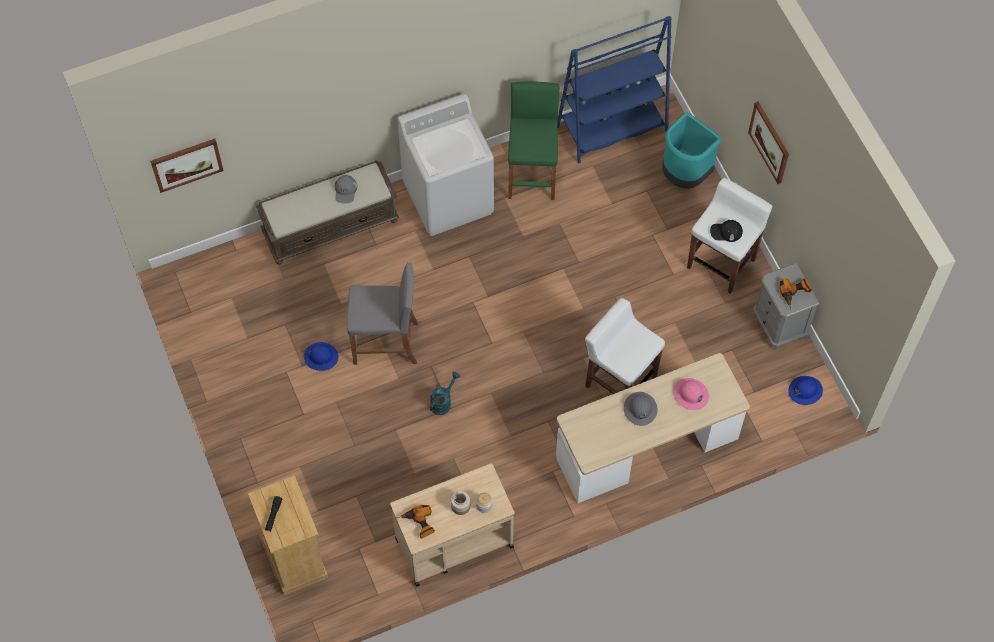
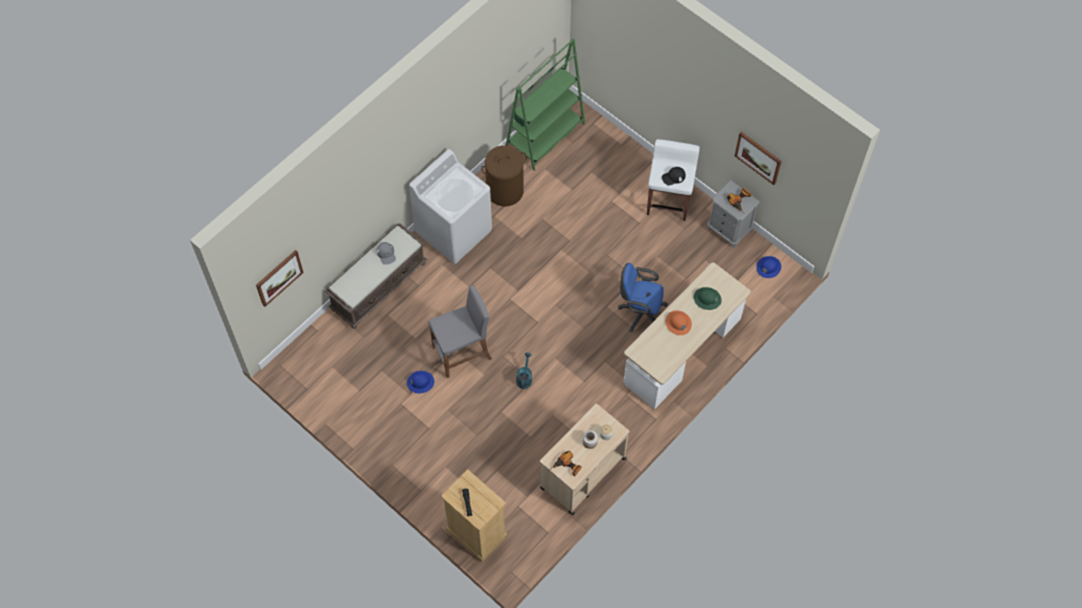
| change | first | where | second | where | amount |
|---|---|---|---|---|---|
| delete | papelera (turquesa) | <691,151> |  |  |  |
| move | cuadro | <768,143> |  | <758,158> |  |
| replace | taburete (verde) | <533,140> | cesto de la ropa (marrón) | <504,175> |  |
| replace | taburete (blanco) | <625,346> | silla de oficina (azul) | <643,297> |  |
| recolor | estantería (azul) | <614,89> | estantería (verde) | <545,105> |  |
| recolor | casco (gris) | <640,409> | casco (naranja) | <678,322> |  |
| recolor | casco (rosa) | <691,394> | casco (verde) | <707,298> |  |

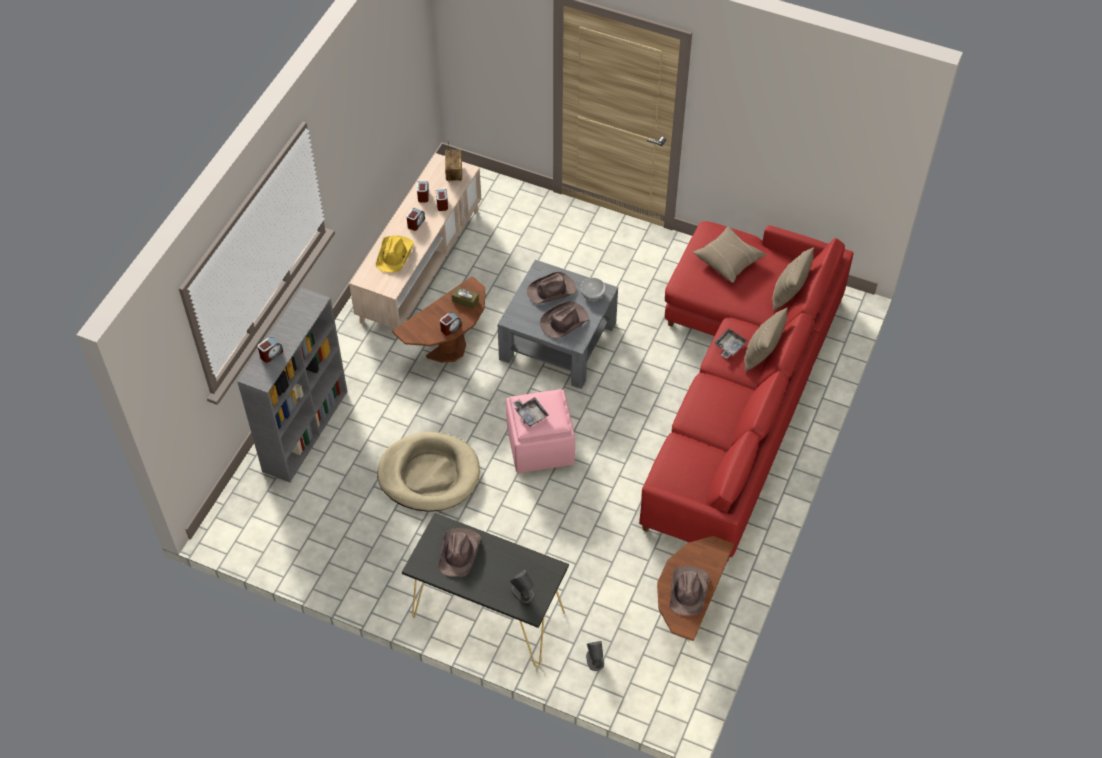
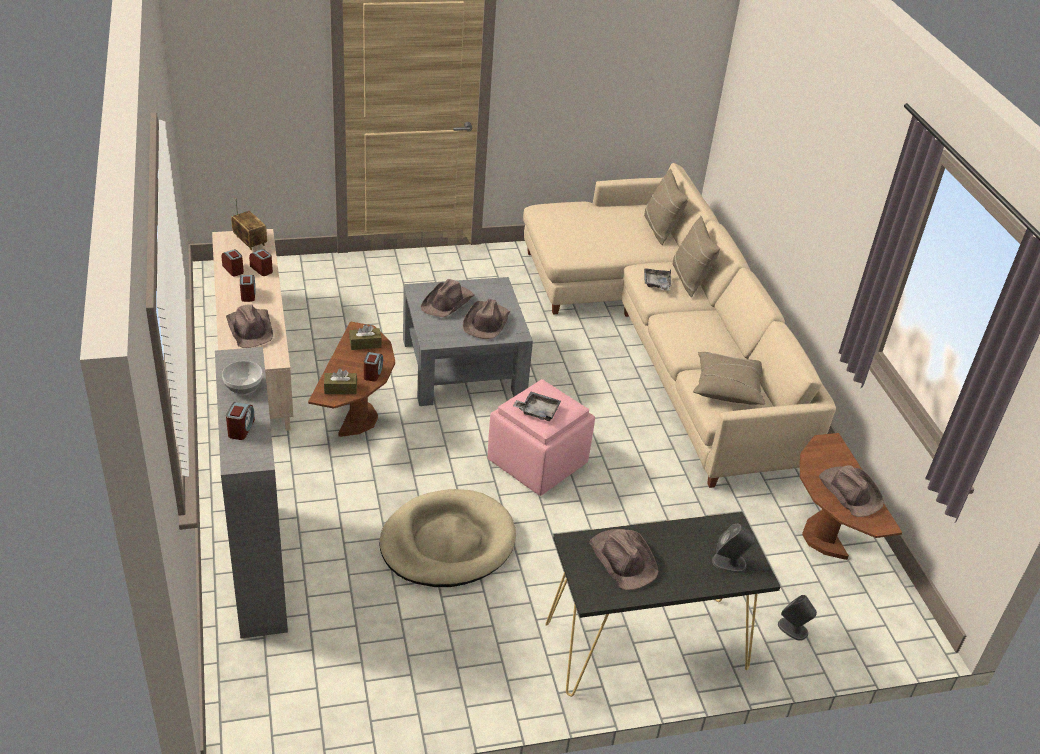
| change | first | where | second | where | amount |
|---|---|---|---|---|---|
| insert |  |  | caja de pañuelos (marrón) | <340,381> |  |
| move | cuenco | <592,289> |  | <242,377> |  |
| move | cojín (beis) | <729,254> |  | <729,378> |  |
| recolor | sombrero (amarillo) | <395,254> | sombrero (marrón) | <249,326> |  |
| recolor | sofá (rojo) | <746,391> | sofá (beis) | <679,325> |  |

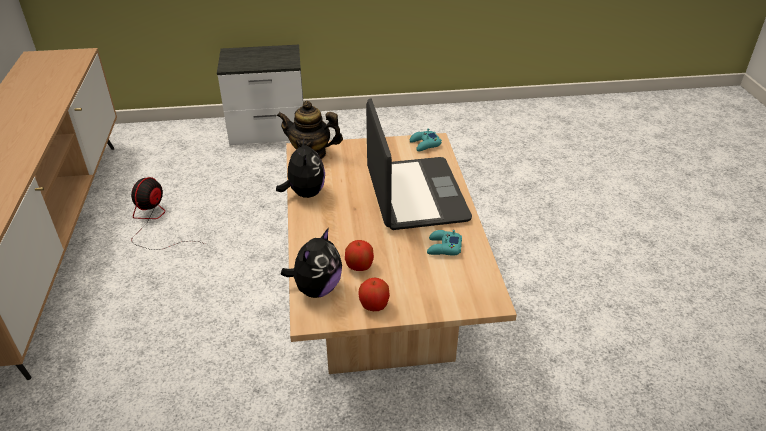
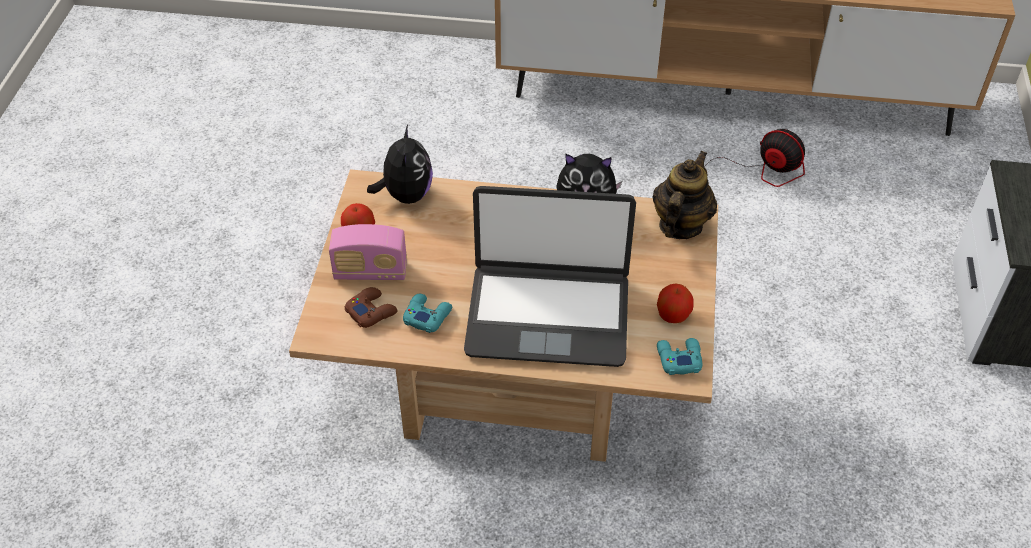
| change | first | where | second | where | amount |
|---|---|---|---|---|---|
| insert |  |  | radio | <368,252> |  |
| insert |  |  | mando de consola (marrón) | <371,307> |  |
| move | manzana | <359,255> |  | <675,303> |  |
| rotate | peluche | <311,262> |  | <400,164> | 135 degrees counterclockwise |

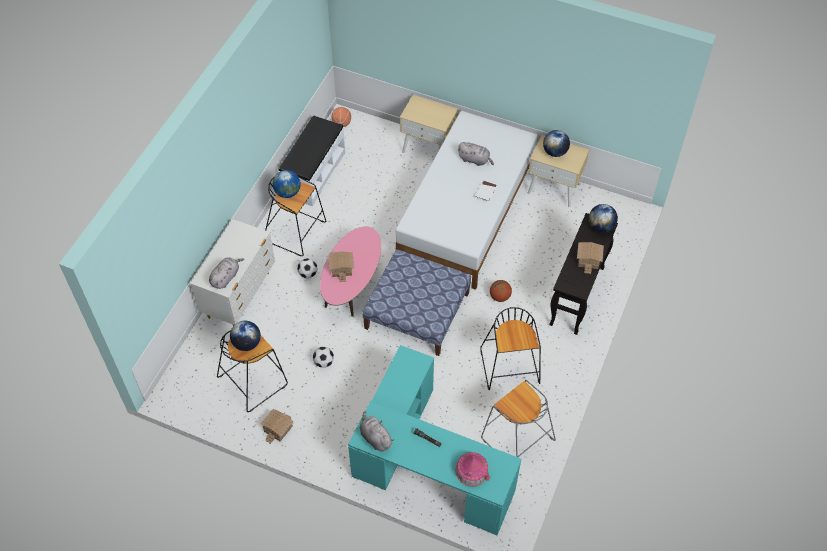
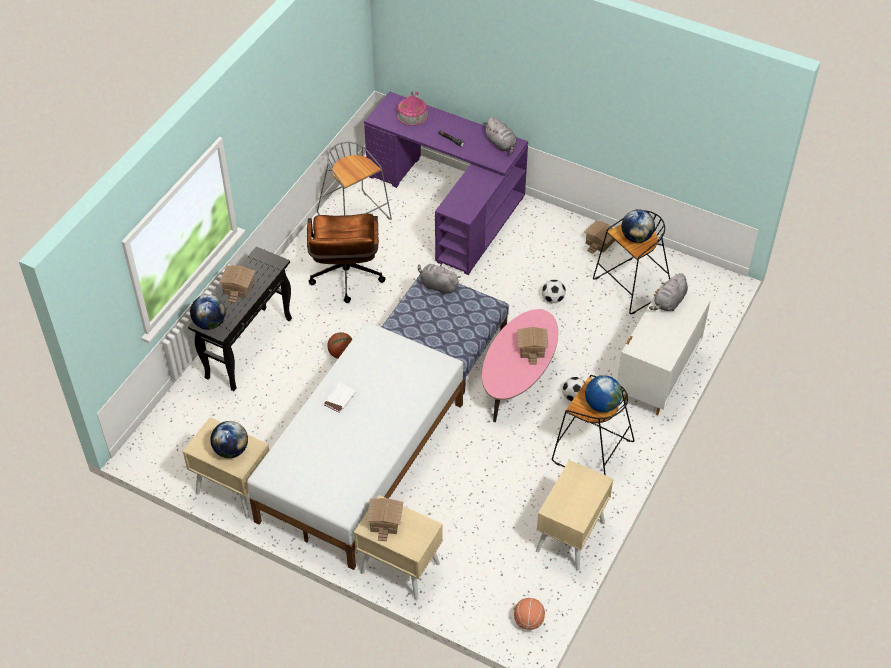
| change | first | where | second | where | amount |
|---|---|---|---|---|---|
| insert |  |  | casita | <385,519> |  |
| move | peluche (gris) | <475,154> |  | <439,279> |  |
| replace | banco (blanco) | <311,161> | mesita de noche (beis) | <575,515> |  |
| replace | taburete (negro) | <510,348> | silla de oficina (marrón) | <346,258> |  |
| recolor | escritorio (turquesa) | <434,440> | escritorio (morado) | <446,183> |  |

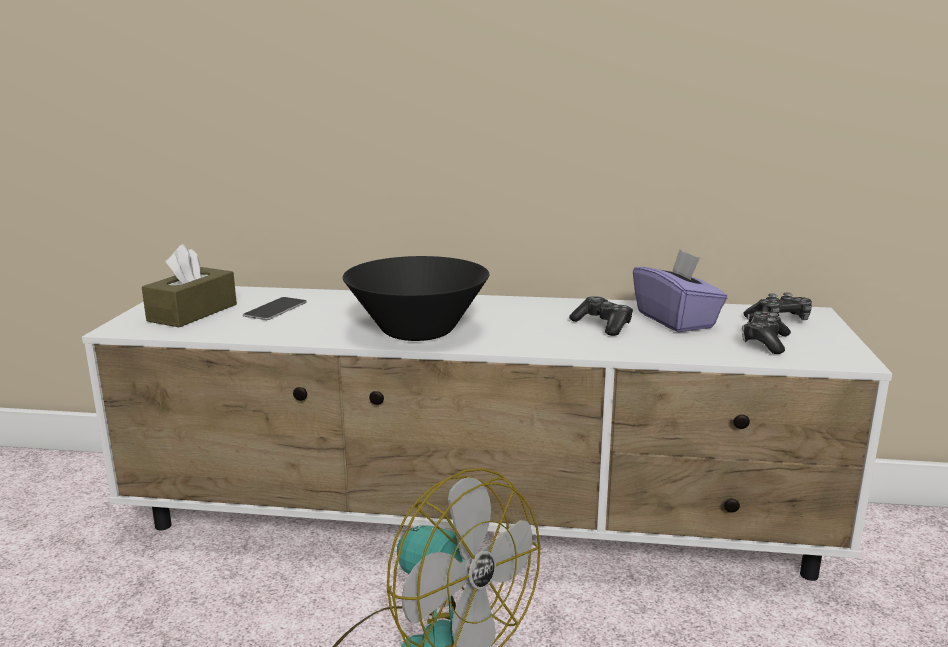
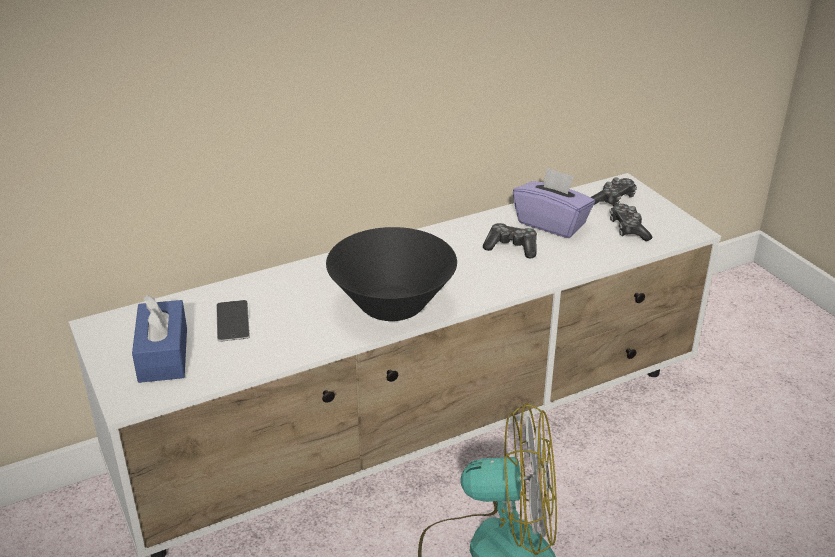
| change | first | where | second | where | amount |
|---|---|---|---|---|---|
| recolor | caja de pañuelos (marrón) | <189,285> | caja de pañuelos (azul) | <159,339> |  |

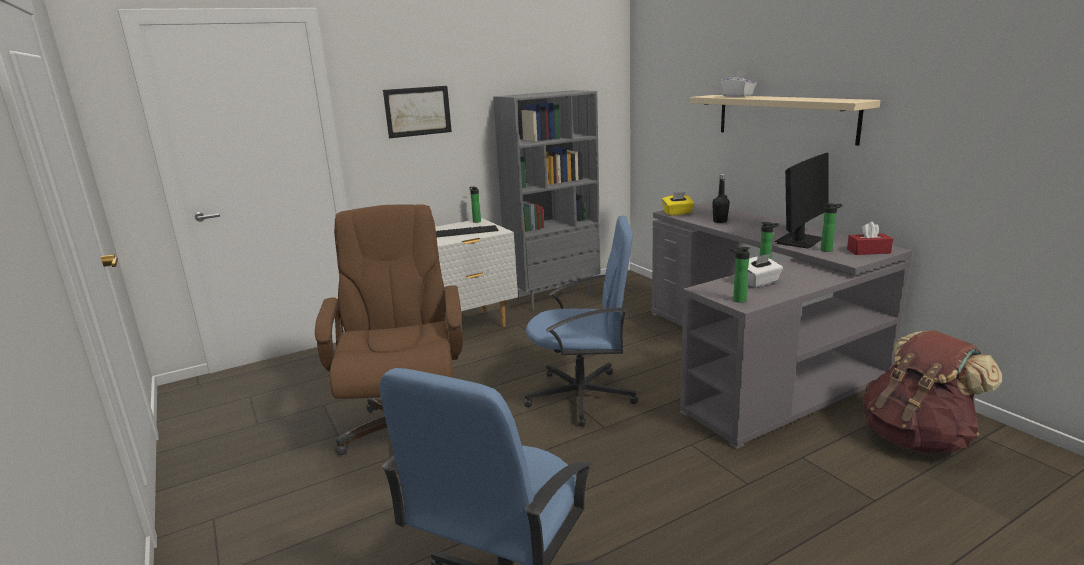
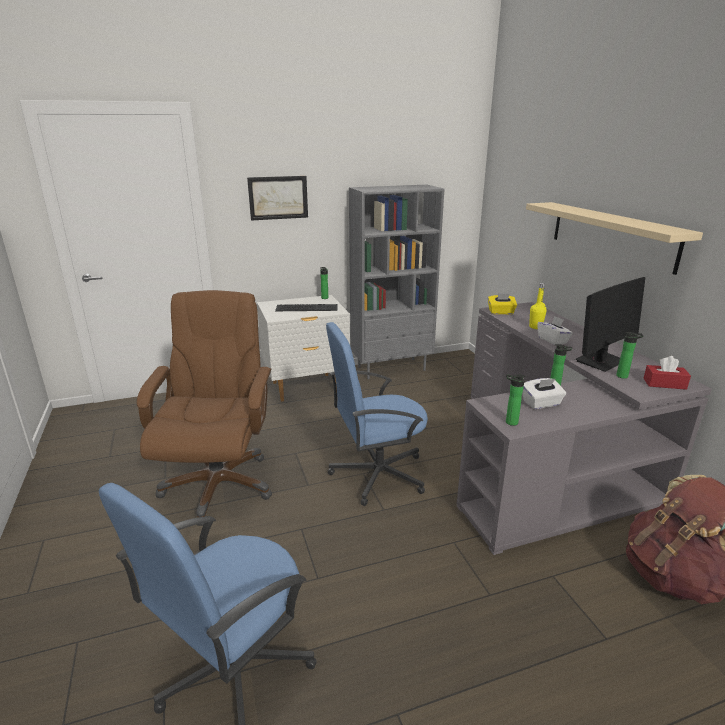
| change | first | where | second | where | amount |
|---|---|---|---|---|---|
| move | caja de pañuelos (blanco) | <738,84> |  | <555,330> |  |
| recolor | botella (negro) | <721,198> | botella (amarillo) | <538,306> |  |
| rotate | silla de oficina (azul) | <581,321> |  | <377,414> | 150 degrees clockwise |

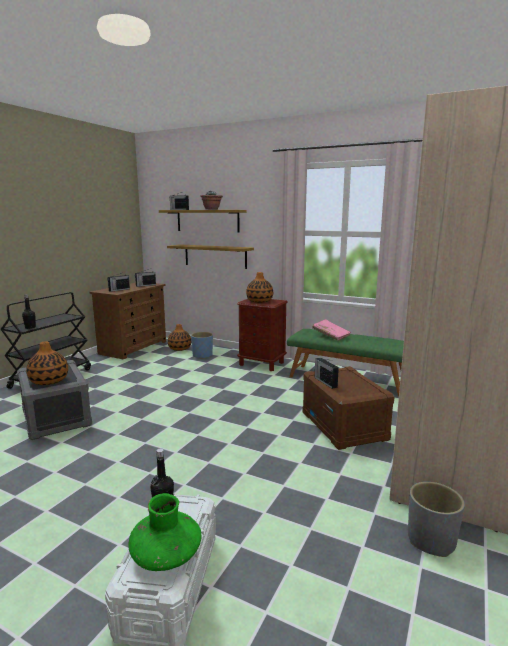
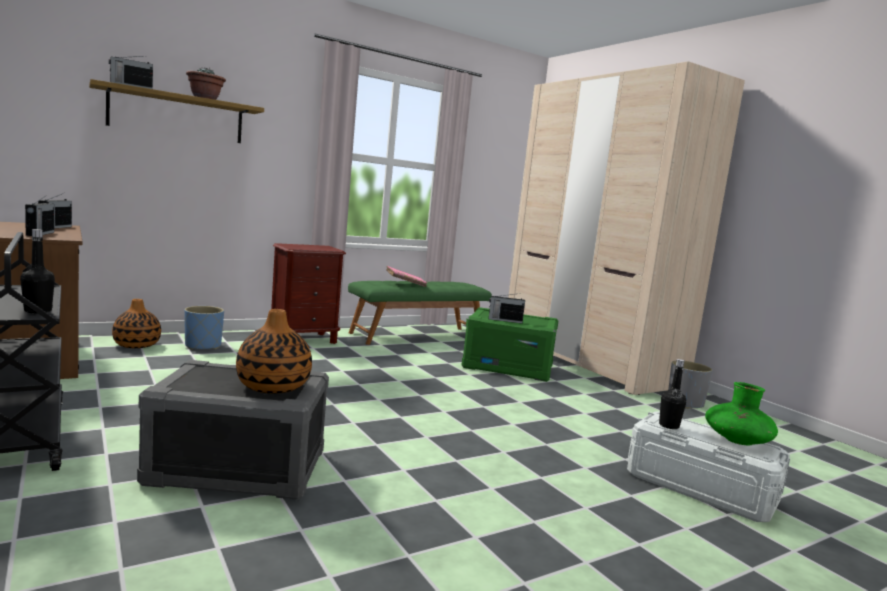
| change | first | where | second | where | amount |
|---|---|---|---|---|---|
| delete | estante | <210,256> |  |  |  |
| delete | florero | <259,287> |  |  |  |
| recolor | caja de almacenaje (marrón) | <348,408> | caja de almacenaje (verde) | <509,344> |  |

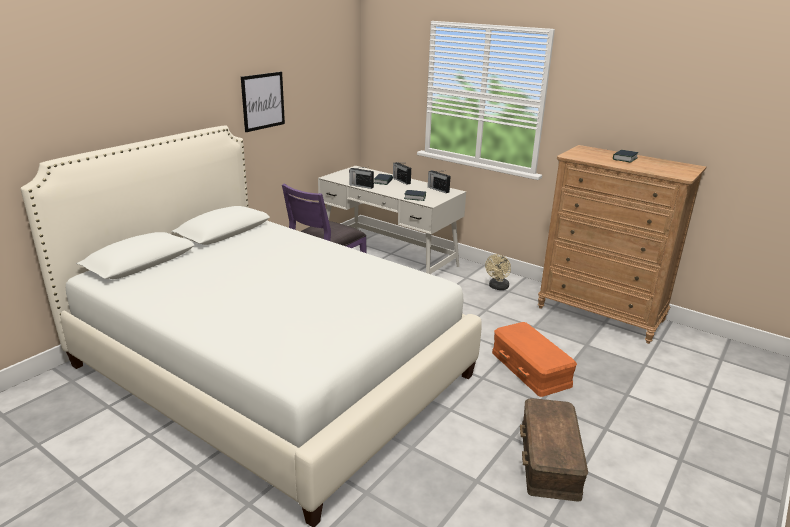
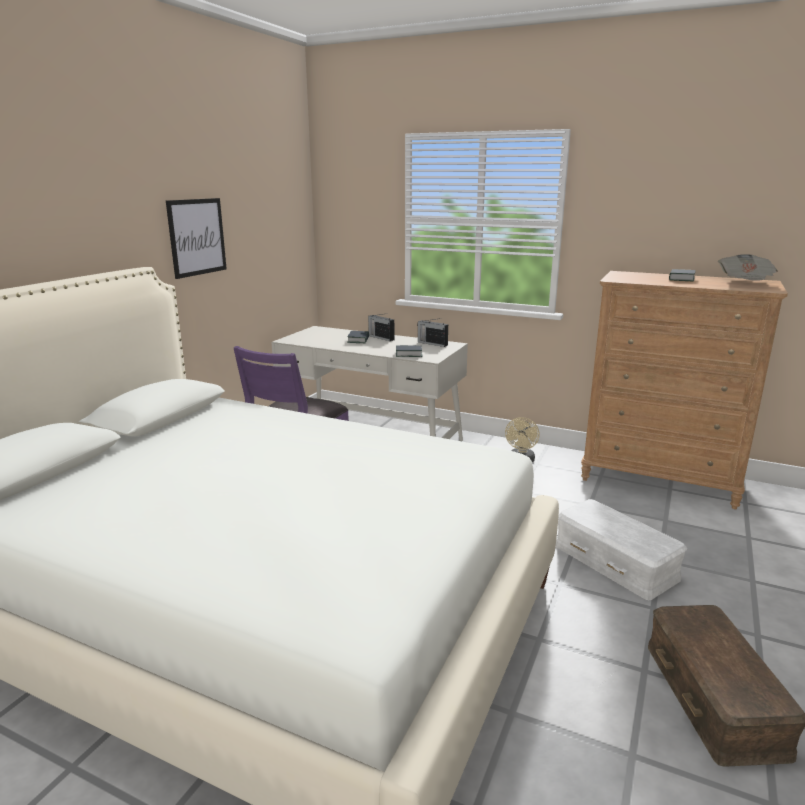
| change | first | where | second | where | amount |
|---|---|---|---|---|---|
| delete | radio | <361,178> |  |  |  |
| insert |  |  | periódico | <748,267> |  |
| recolor | caja de almacenaje (naranja) | <534,359> | caja de almacenaje (blanco) | <621,549> |  |

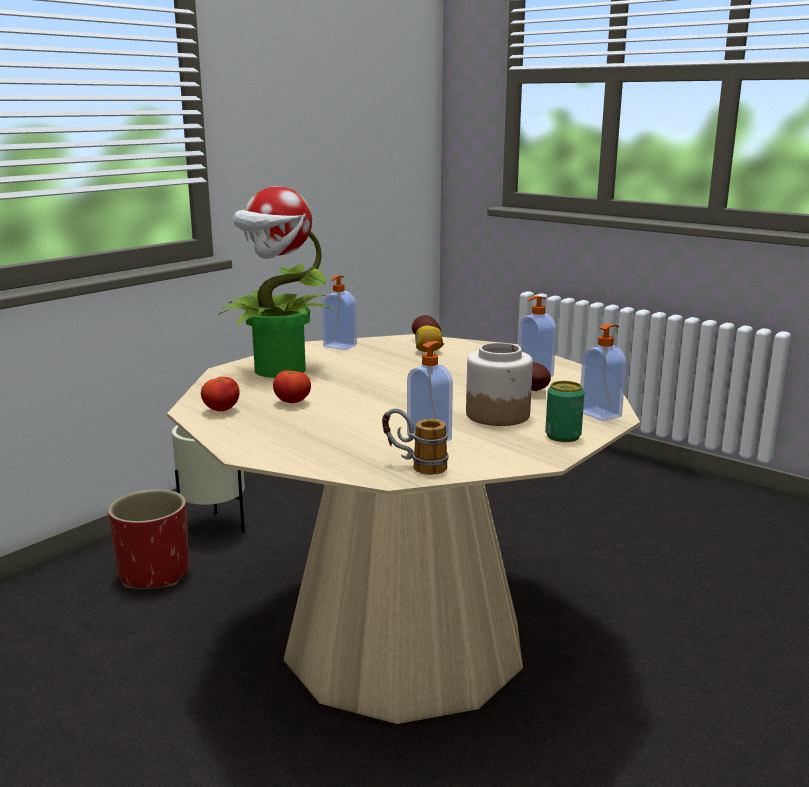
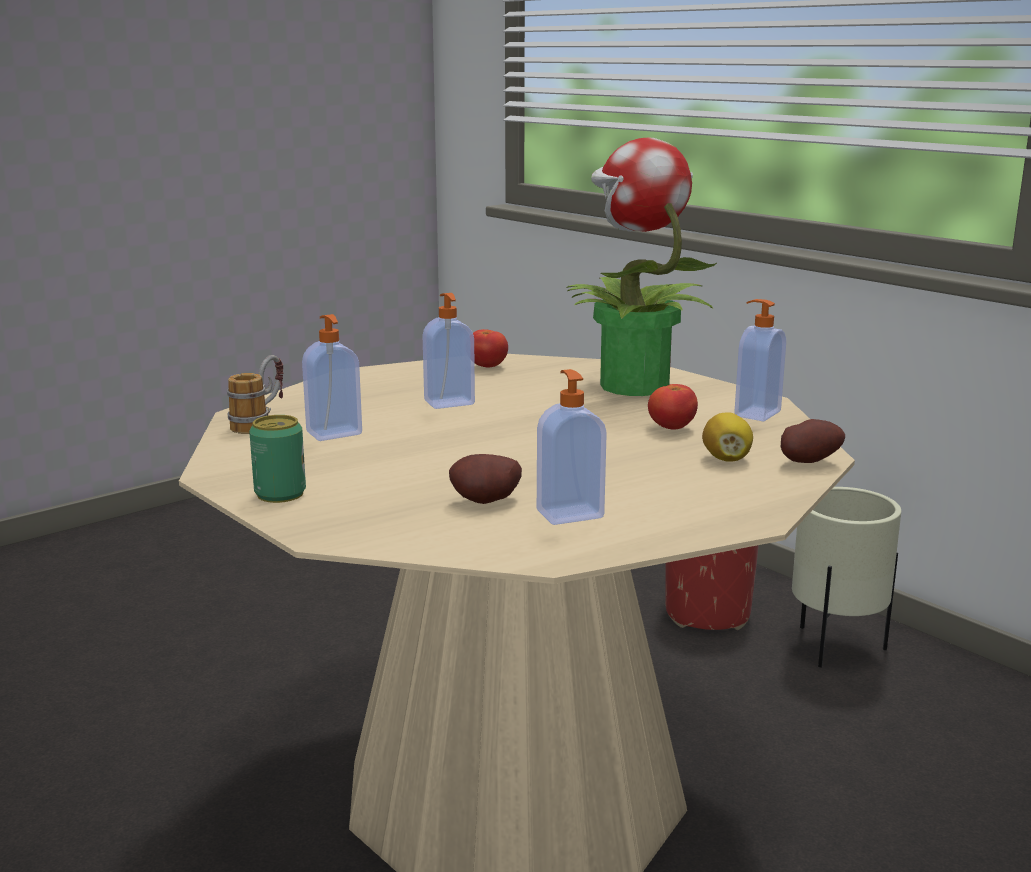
| change | first | where | second | where | amount |
|---|---|---|---|---|---|
| delete | tarro | <499,384> |  |  |  |
| move | tomate | <292,386> |  | <673,406> |  |
| move | dispensador de jabón | <603,372> |  | <448,351> |  |

